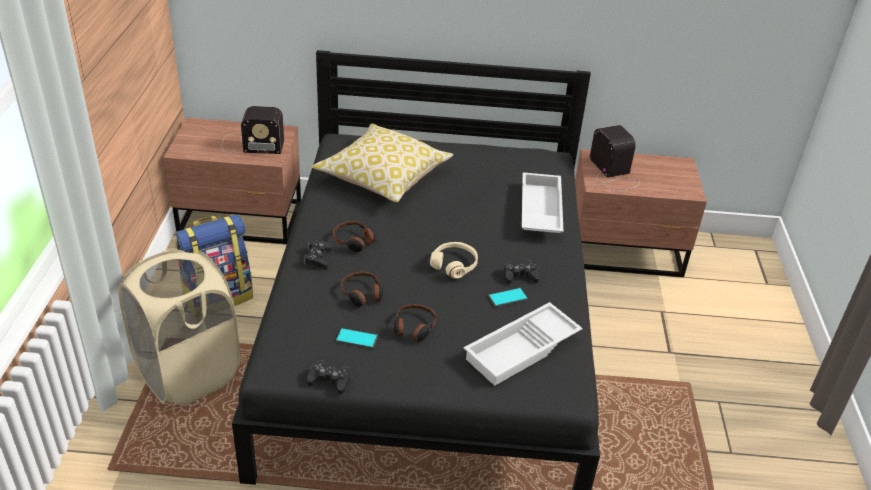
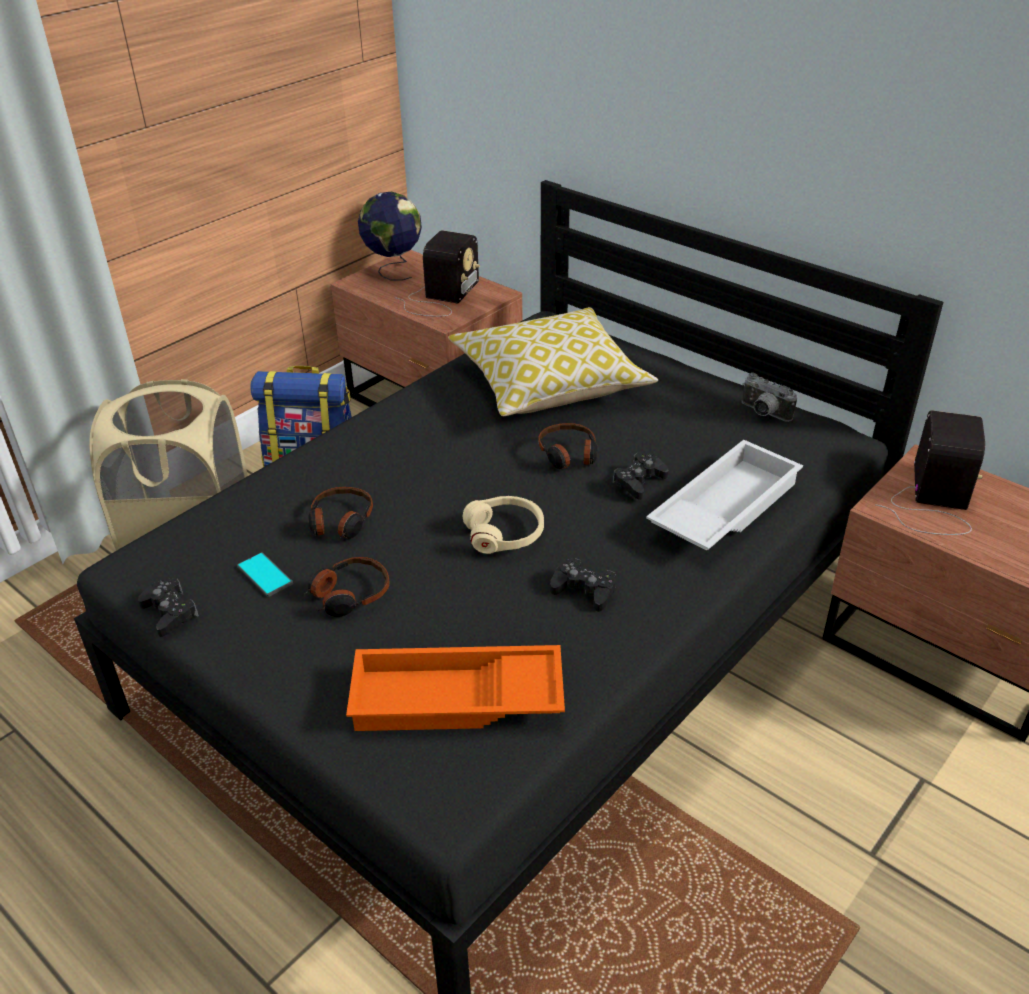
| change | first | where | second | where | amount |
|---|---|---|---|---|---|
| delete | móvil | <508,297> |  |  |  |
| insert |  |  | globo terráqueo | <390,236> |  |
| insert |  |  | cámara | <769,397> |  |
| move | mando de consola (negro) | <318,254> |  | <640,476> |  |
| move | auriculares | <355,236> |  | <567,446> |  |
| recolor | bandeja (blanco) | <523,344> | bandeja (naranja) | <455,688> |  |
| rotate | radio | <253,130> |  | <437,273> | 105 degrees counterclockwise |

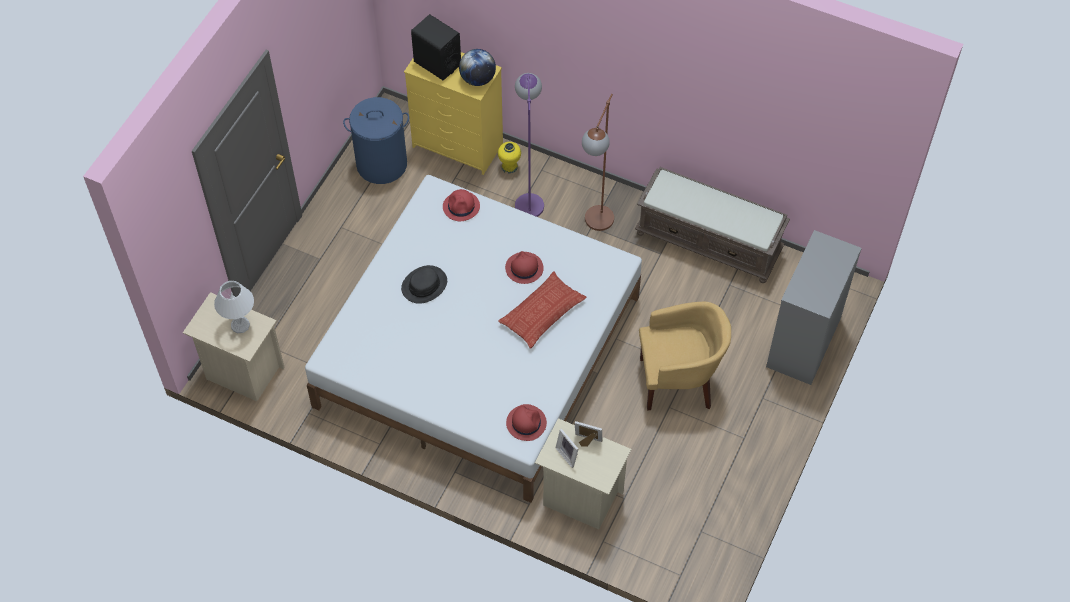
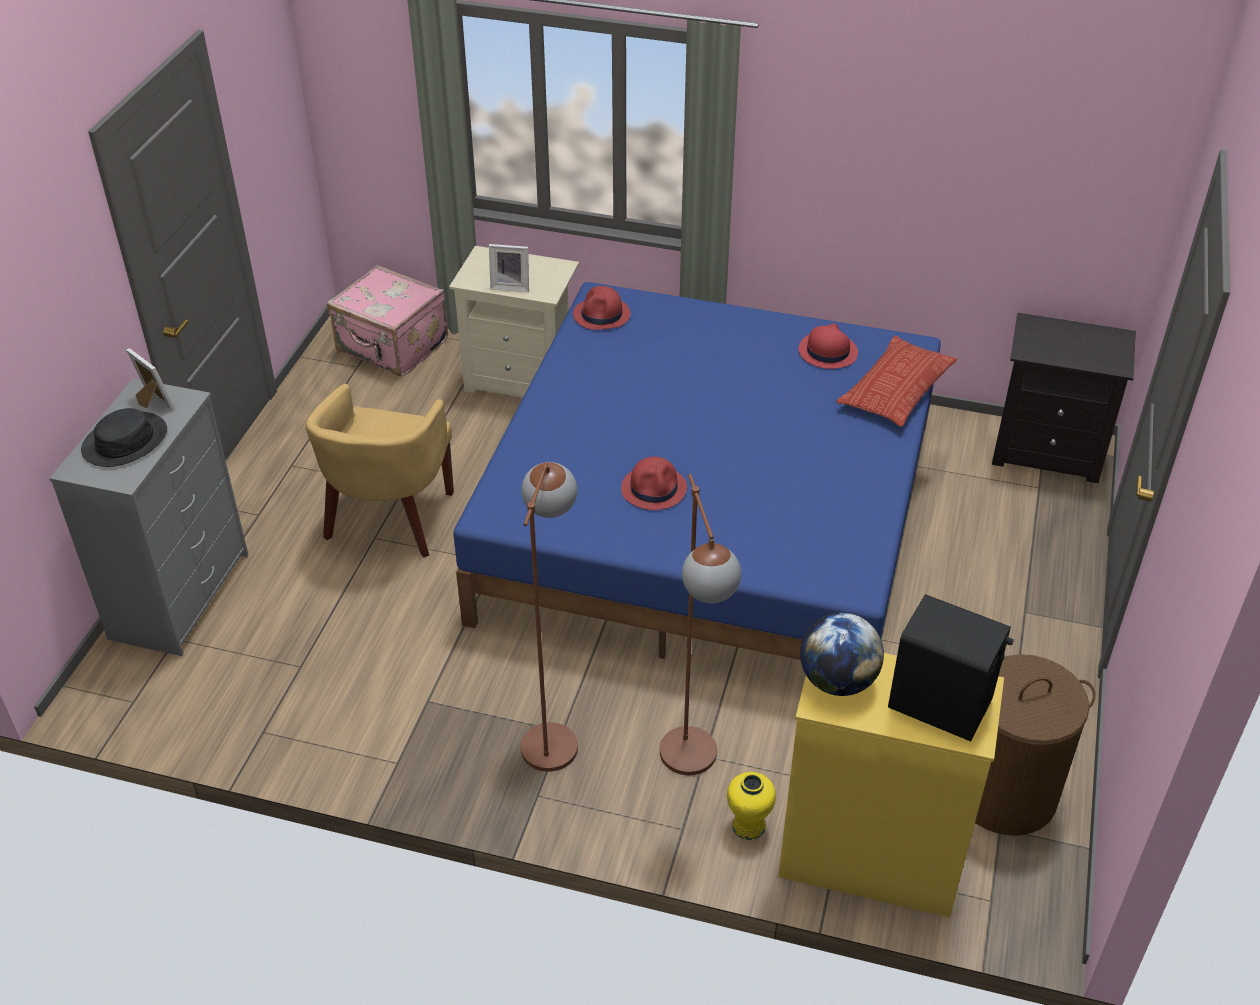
| change | first | where | second | where | amount |
|---|---|---|---|---|---|
| delete | lámpara de mesa (blanco) | <234,307> |  |  |  |
| delete | banco (marrón) | <712,225> |  |  |  |
| insert |  |  | maleta (rosa) | <387,321> |  |
| move | sombrero (negro) | <424,284> |  | <124,437> |  |
| move | sombrero (rojo) | <461,205> |  | <828,346> |  |
| move | cojín | <542,310> |  | <897,381> |  |
| move | portarretratos | <567,448> |  | <150,379> |  |
| recolor | mesita de noche (beis) | <234,346> | mesita de noche (negro) | <1064,398> |  |
| recolor | cama (blanco) | <473,339> | cama (azul) | <697,471> |  |
| recolor | cesto de la ropa (azul) | <376,140> | cesto de la ropa (marrón) | <1035,745> |  |
| recolor | lámpara de pie (morado) | <529,145> | lámpara de pie (marrón) | <700,624> |  |
| rotate | sillón (amarillo) | <685,356> |  | <380,470> | 60 degrees counterclockwise |

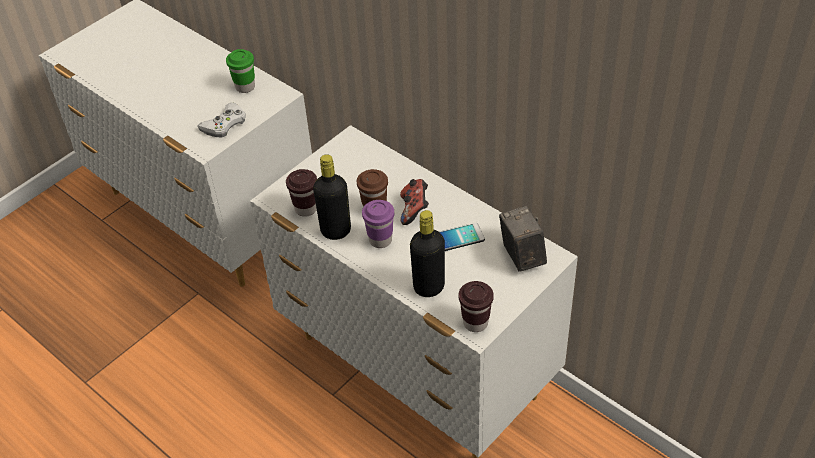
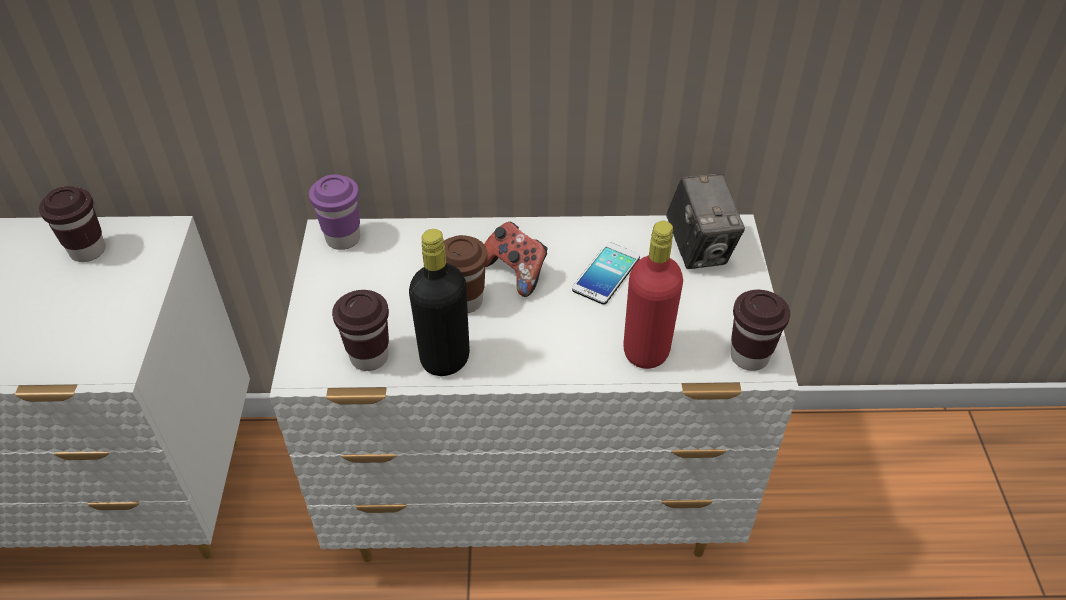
| change | first | where | second | where | amount |
|---|---|---|---|---|---|
| delete | mando de consola (blanco) | <222,119> |  |  |  |
| move | taza (morado) | <378,224> |  | <334,212> |  |
| recolor | taza (verde) | <240,71> | taza (marrón) | <72,224> |  |
| recolor | botella (negro) | <427,253> | botella (rojo) | <653,295> |  |
| rotate | cámara | <523,239> |  | <705,221> | 135 degrees counterclockwise |

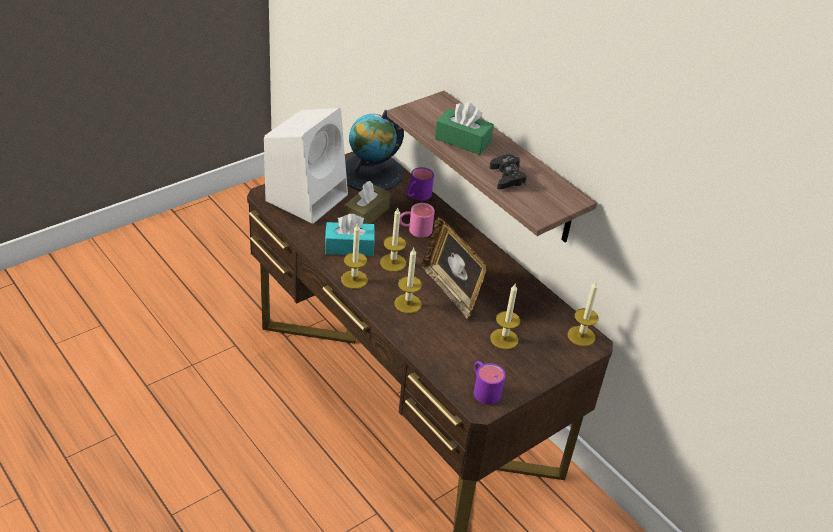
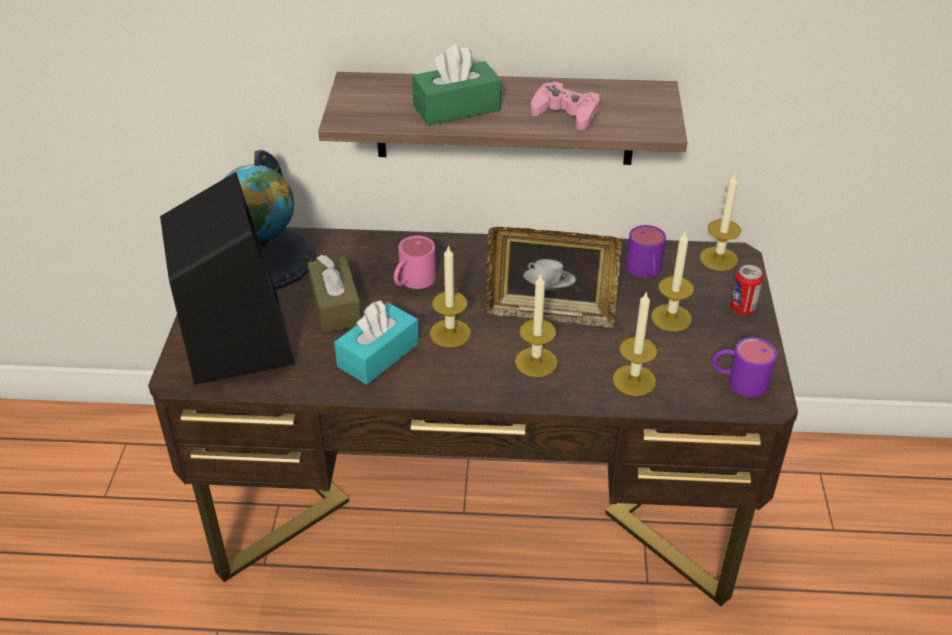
| change | first | where | second | where | amount |
|---|---|---|---|---|---|
| insert |  |  | lata | <746,290> |  |
| move | vela | <354,256> |  | <635,343> |  |
| move | taza grande (morado) | <420,183> |  | <646,251> |  |
| recolor | altavoz (blanco) | <306,166> | altavoz (negro) | <227,278> |  |
| recolor | mando de consola (negro) | <508,171> | mando de consola (rosa) | <565,106> |  |

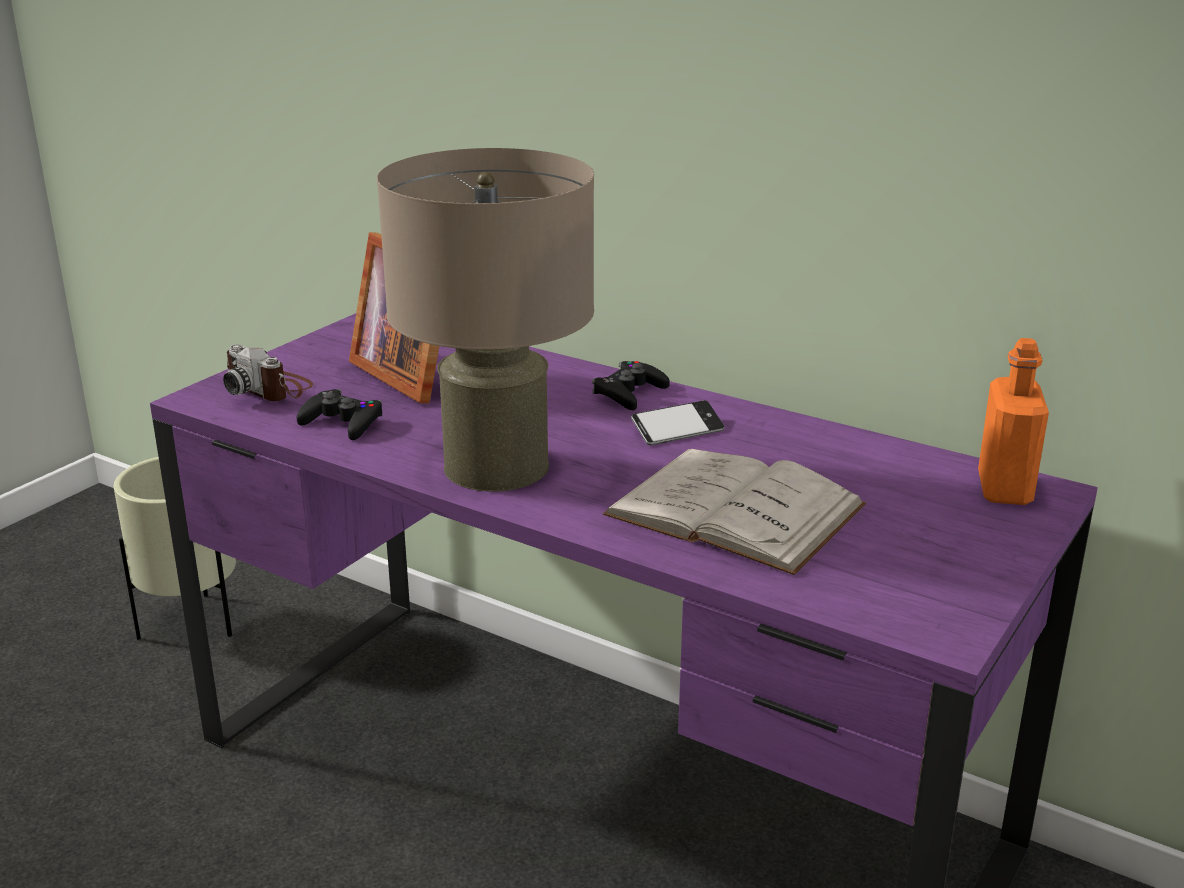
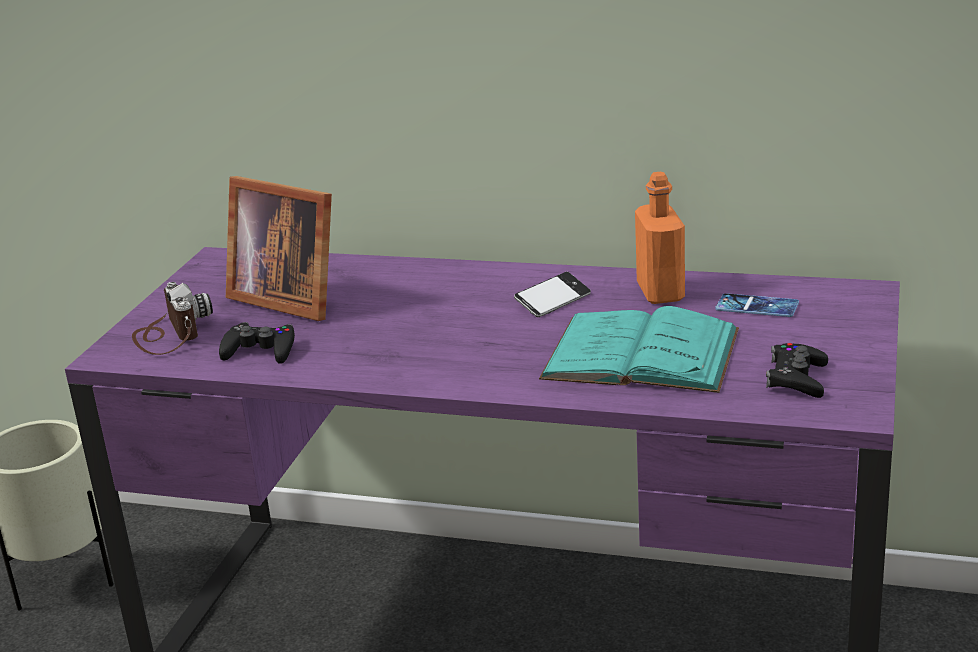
| change | first | where | second | where | amount |
|---|---|---|---|---|---|
| delete | lámpara de mesa (beis) | <485,320> |  |  |  |
| insert |  |  | móvil | <757,305> |  |
| move | mando de consola (negro) | <631,385> |  | <797,370> |  |
| move | botella (naranja) | <1013,421> |  | <660,238> |  |
| recolor | libro (blanco) | <734,512> | libro (turquesa) | <639,349> |  |
| rotate | cámara | <268,372> |  | <172,318> | 135 degrees counterclockwise |

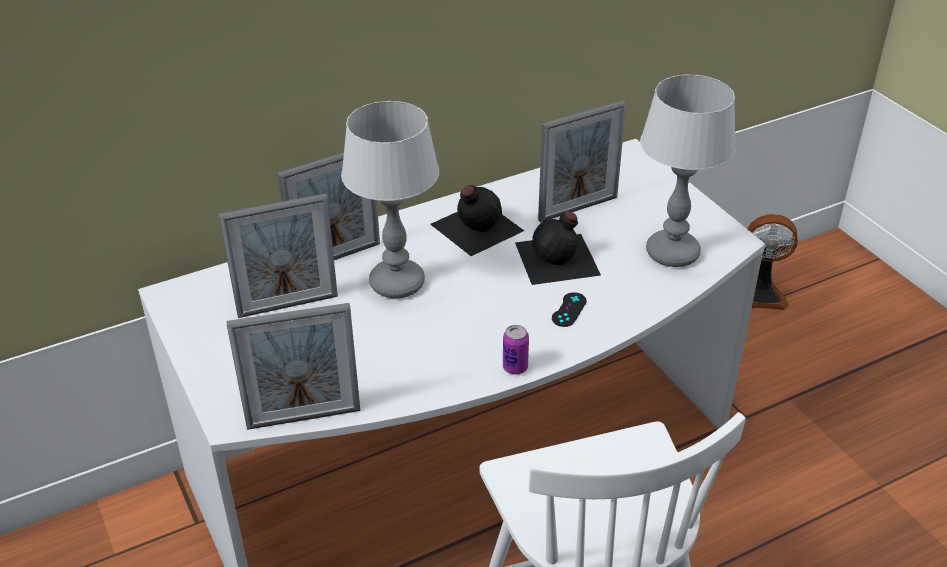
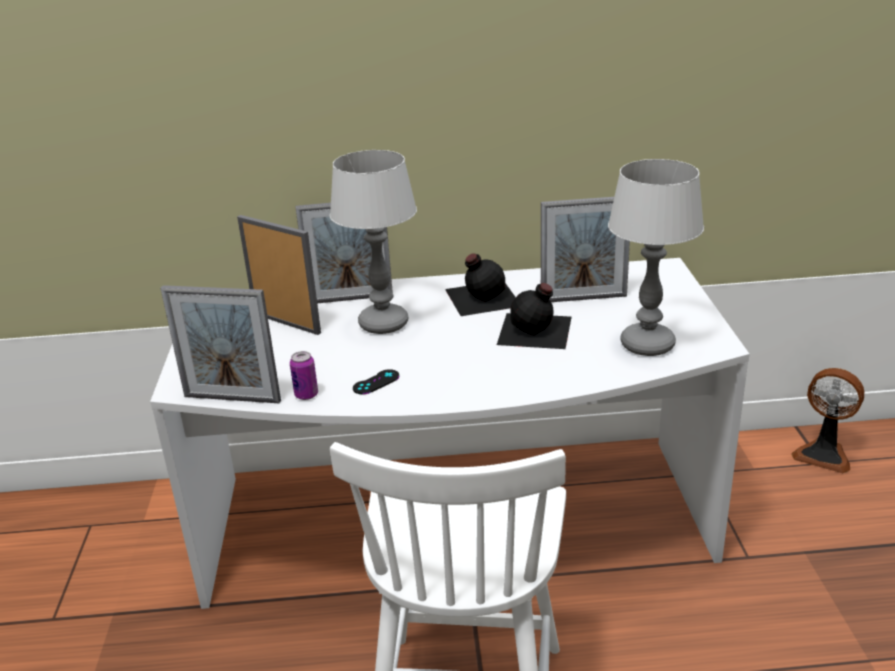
| change | first | where | second | where | amount |
|---|---|---|---|---|---|
| move | lata | <516,350> |  | <304,375> |  |
| move | mando de consola (negro) | <569,309> |  | <376,381> |  |
| rotate | portarretratos | <278,255> |  | <279,275> | 150 degrees counterclockwise |

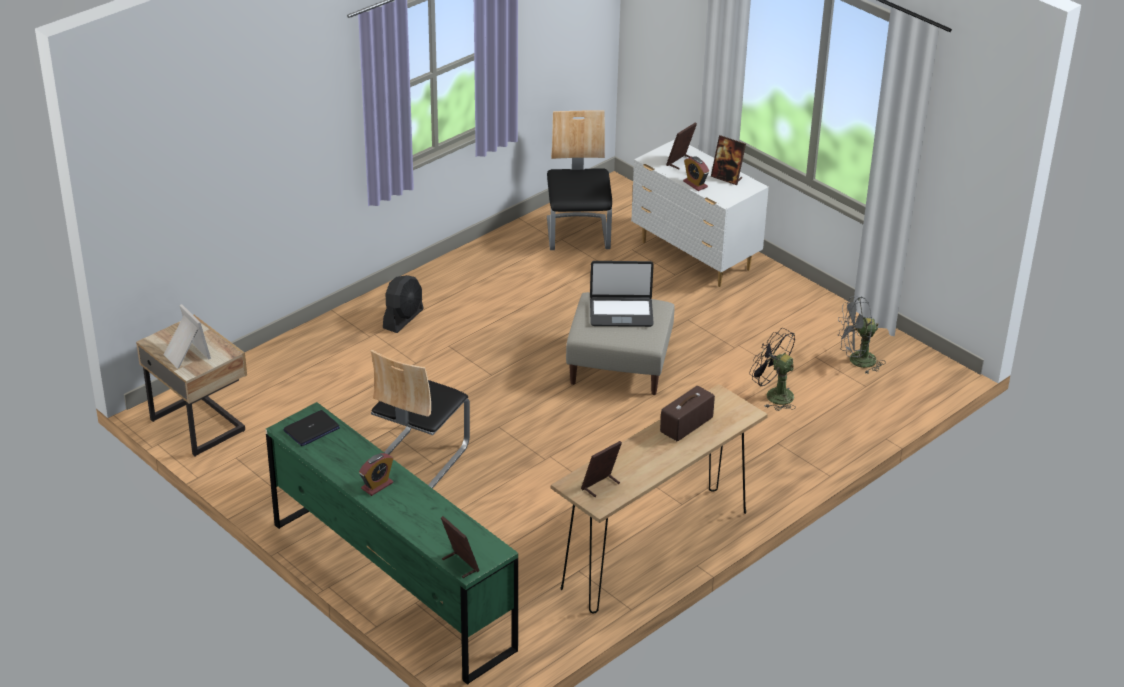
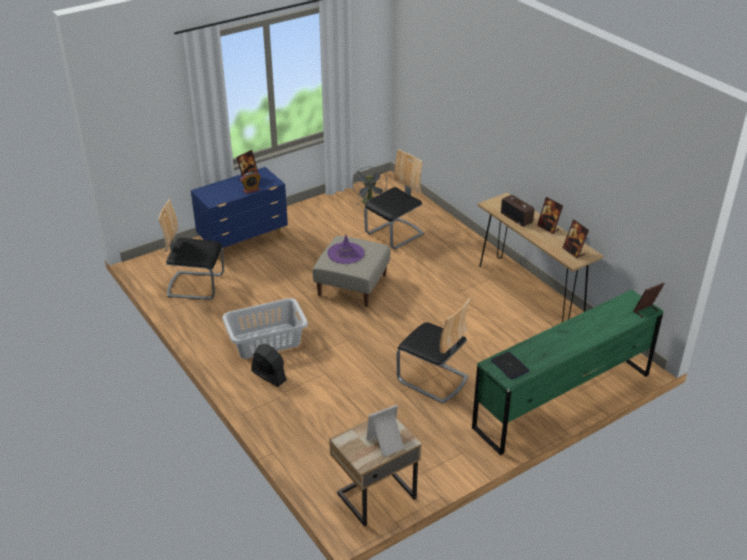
| change | first | where | second | where | amount |
|---|---|---|---|---|---|
| delete | despertador | <376,474> |  |  |  |
| insert |  |  | cesto de la ropa (gris) | <265,328> |  |
| move | portarretratos | <681,146> |  | <550,215> |  |
| replace | portátil | <622,294> | sombrero (morado) | <346,249> |  |
| replace | ventilador (negro) | <772,369> | silla | <394,199> |  |
| recolor | cómoda (blanco) | <700,213> | cómoda (azul) | <239,213> |  |

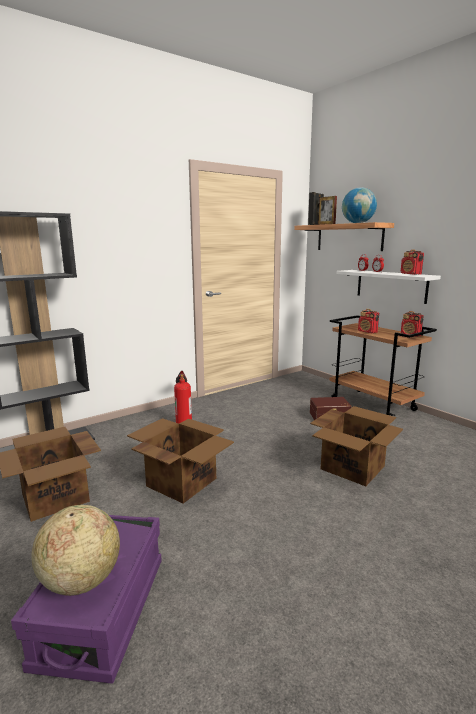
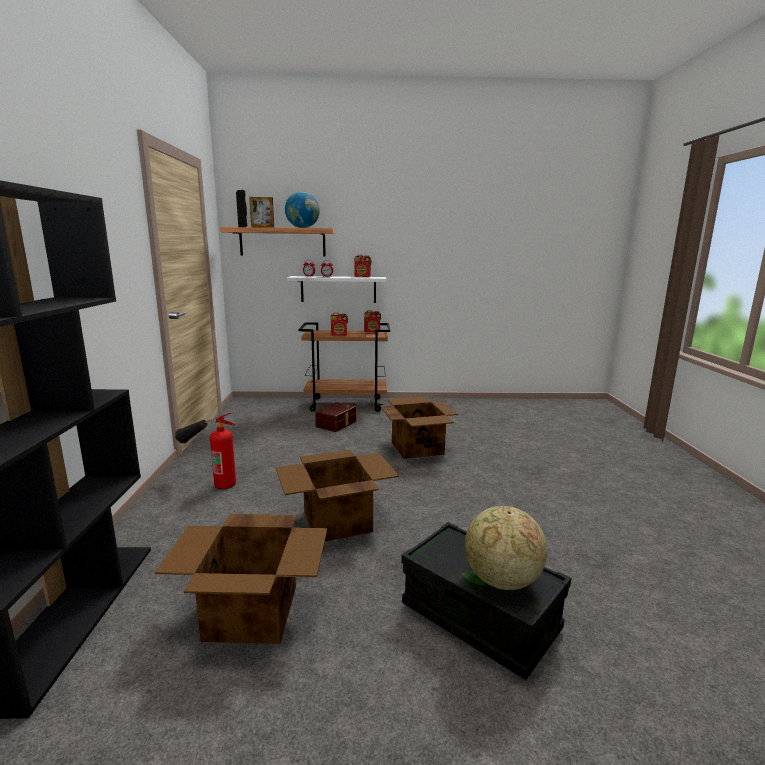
| change | first | where | second | where | amount |
|---|---|---|---|---|---|
| recolor | caja de almacenaje (morado) | <86,599> | caja de almacenaje (negro) | <486,601> |  |

